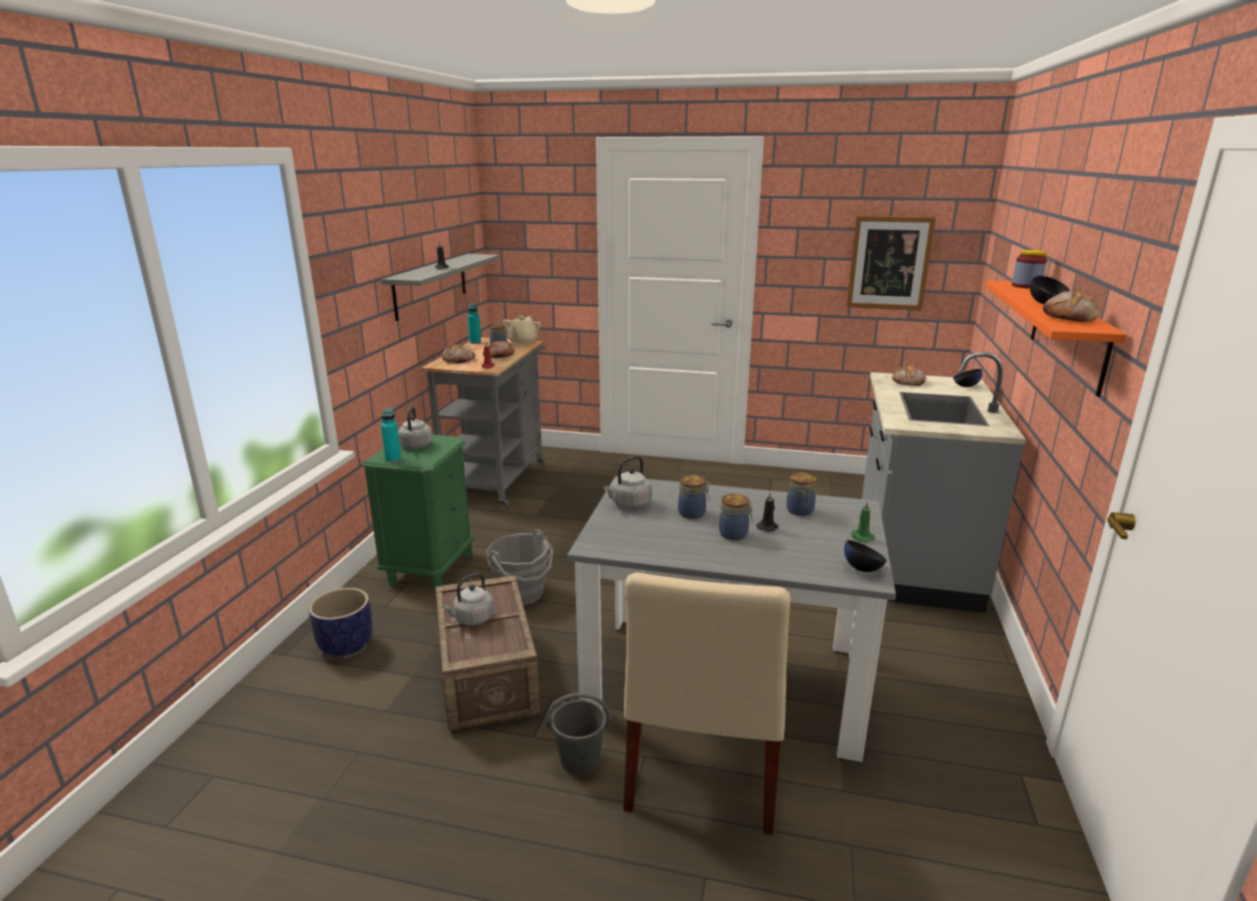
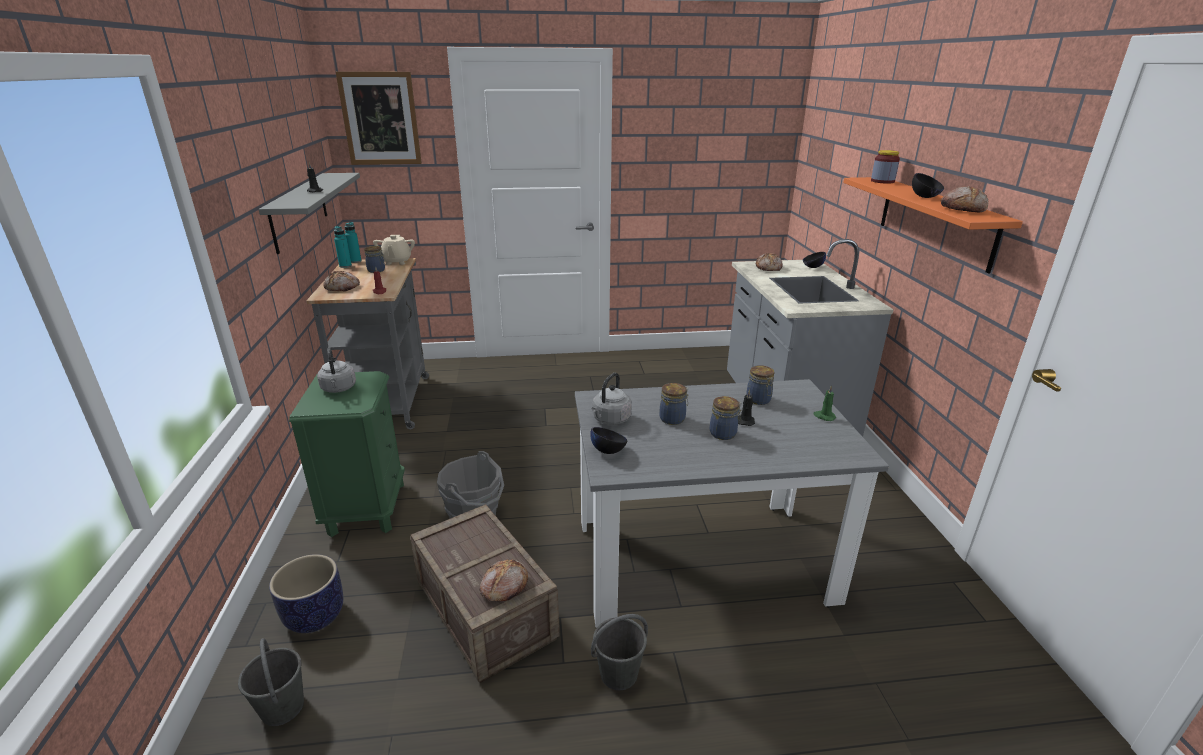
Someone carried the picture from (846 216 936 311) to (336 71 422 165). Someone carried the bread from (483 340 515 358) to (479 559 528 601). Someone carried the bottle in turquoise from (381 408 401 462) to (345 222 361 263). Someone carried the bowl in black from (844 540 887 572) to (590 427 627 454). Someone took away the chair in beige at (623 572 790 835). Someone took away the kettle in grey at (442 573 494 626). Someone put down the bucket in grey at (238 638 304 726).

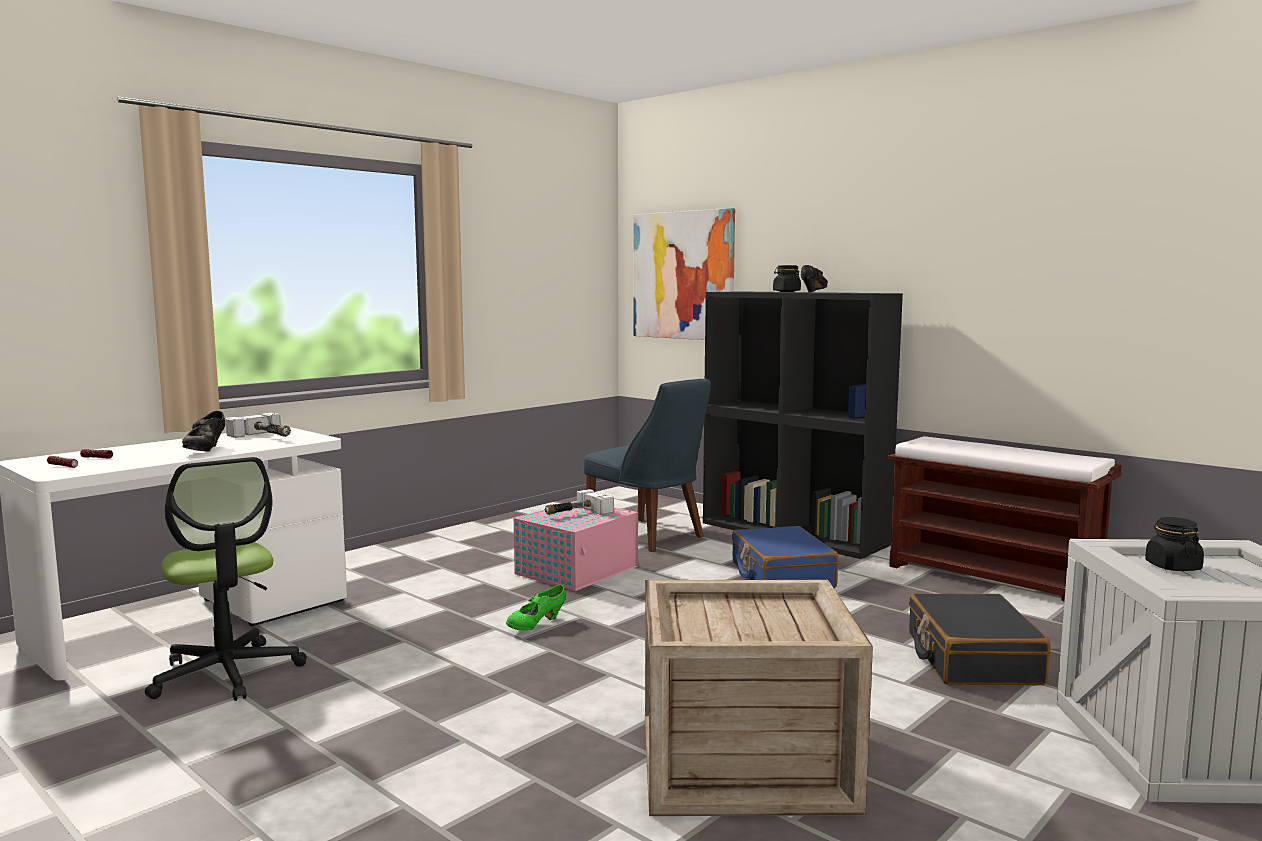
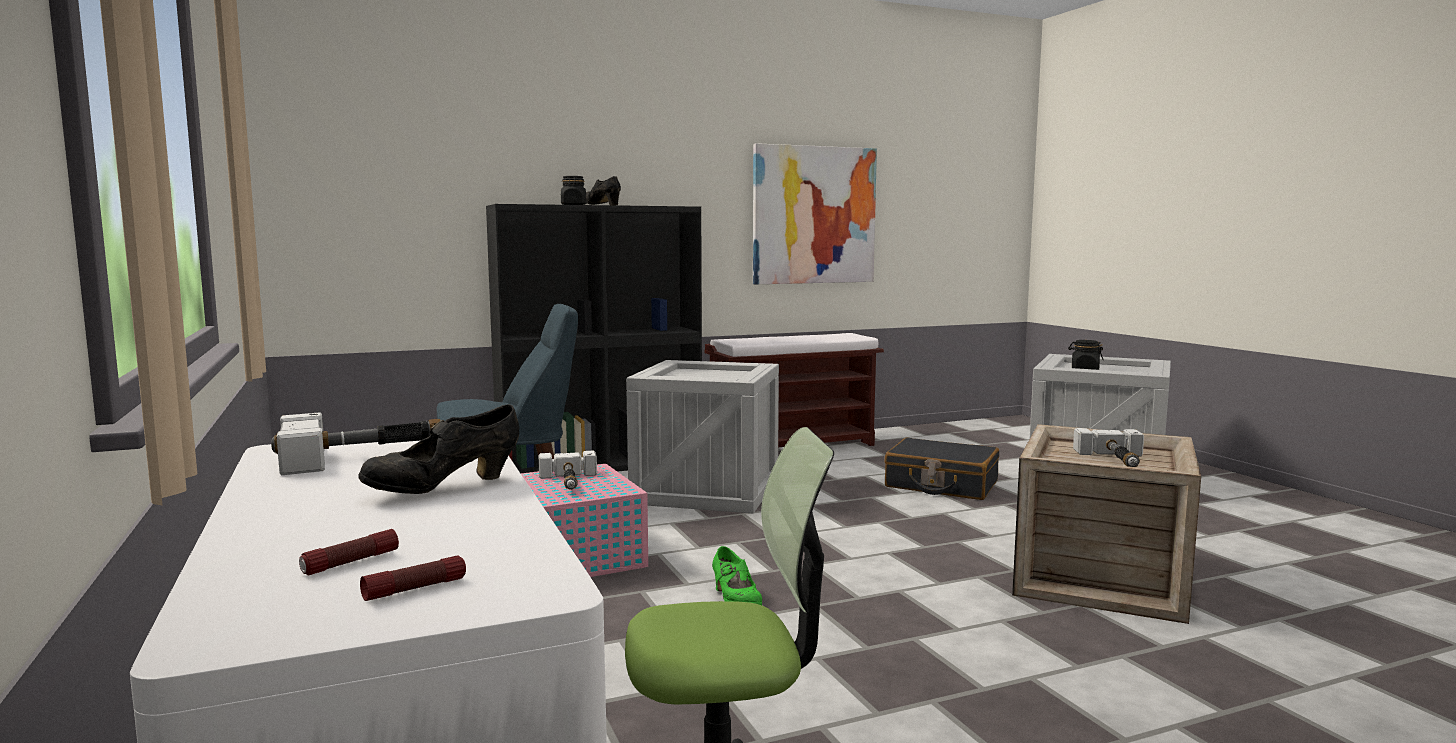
Someone carried the picture from (634 208 735 340) to (753 143 877 284). Someone rotated the shoe in black at (182 411 225 451) by 120 degrees clockwise. Someone swapped the suitcase in blue at (732 526 839 588) for the crate at (626 360 779 513). Someone put down the hammer at (1073 428 1144 467).

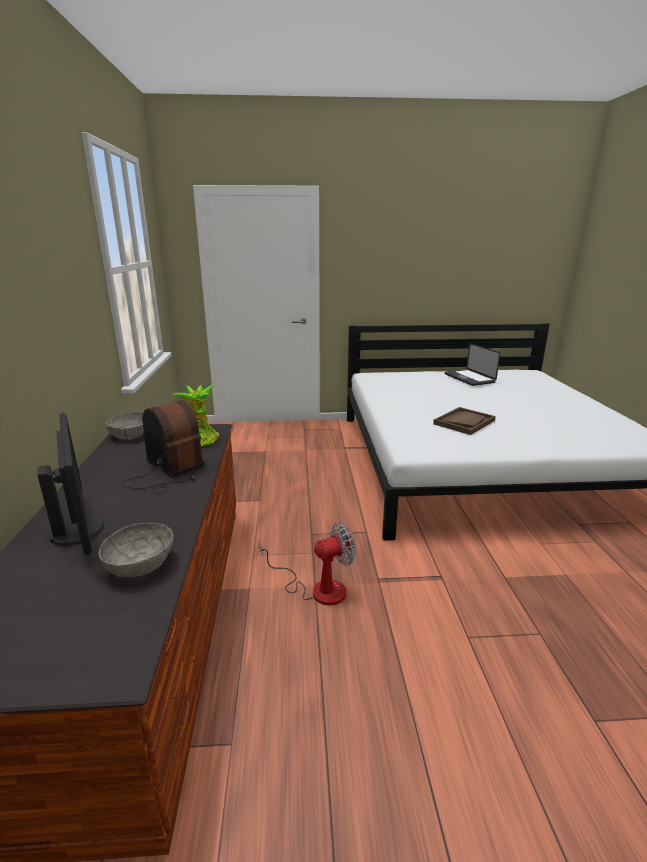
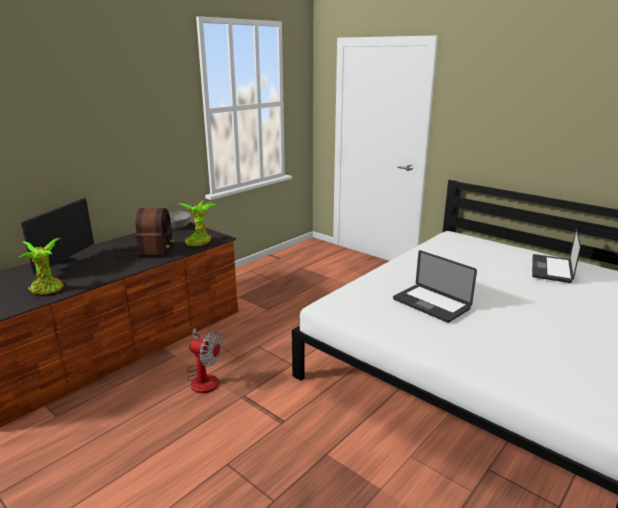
Someone swapped the tray in brown at (433 407 496 435) for the laptop at (393 250 477 323). Someone swapped the bowl in grey at (99 523 174 577) for the potted plant at (19 238 63 295).

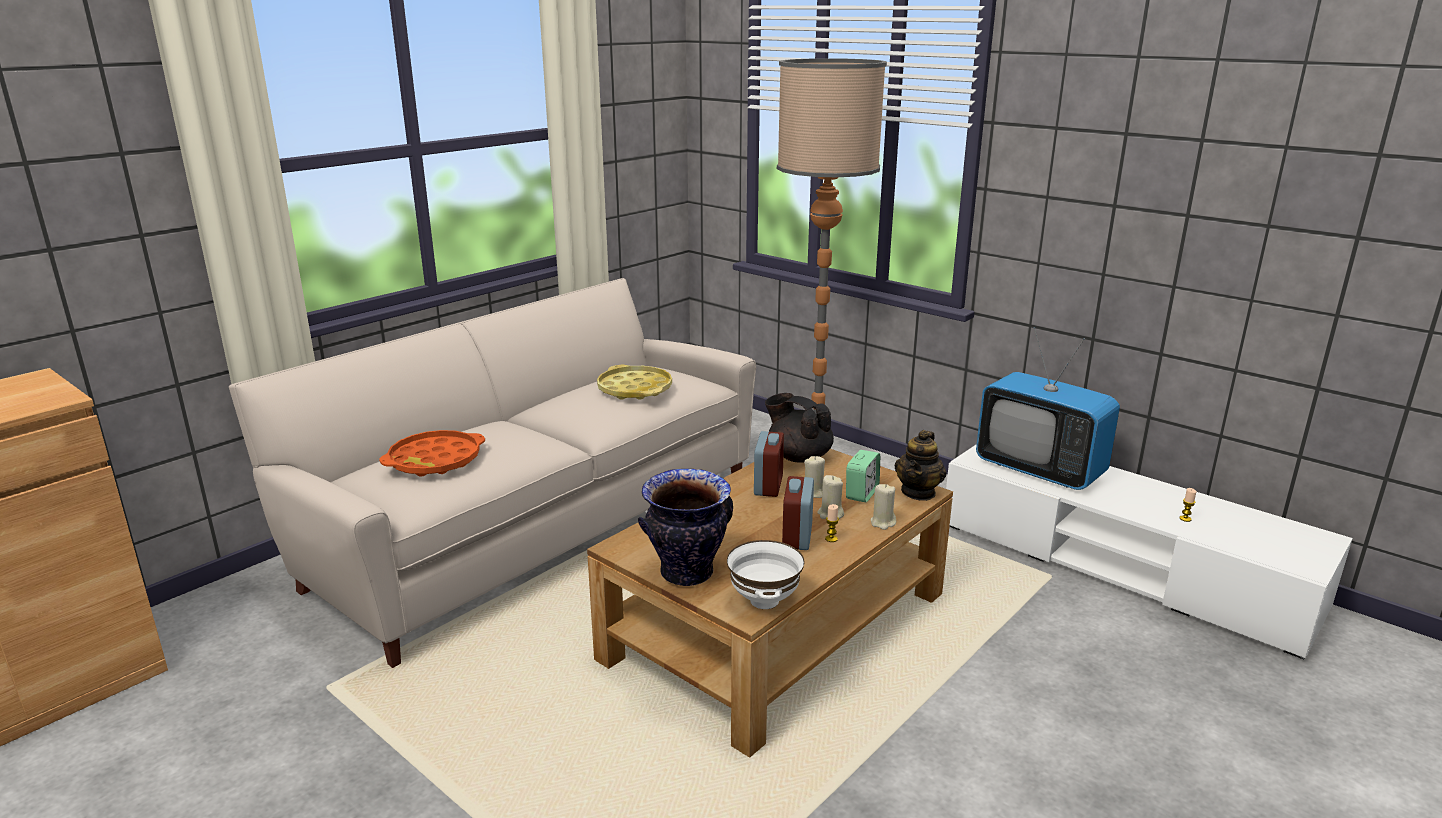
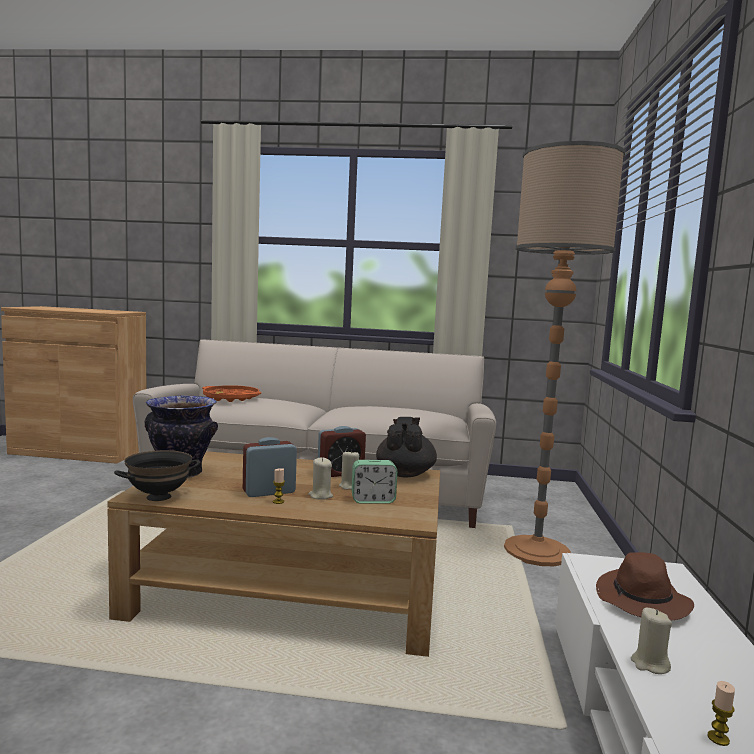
Someone swapped the television at (976 327 1120 490) for the hat in brown at (596 552 694 621). Someone took away the tray in yellow at (597 365 672 400). Someone took away the teapot at (895 430 946 501). Someone carried the candle in beige from (870 484 896 530) to (631 607 672 674). Someone repainted the bowl in white at (727 540 805 609), which became the bowl in black at (114 450 200 501).

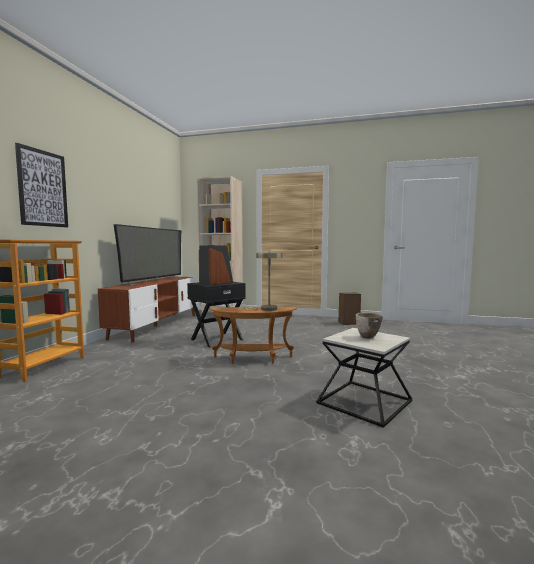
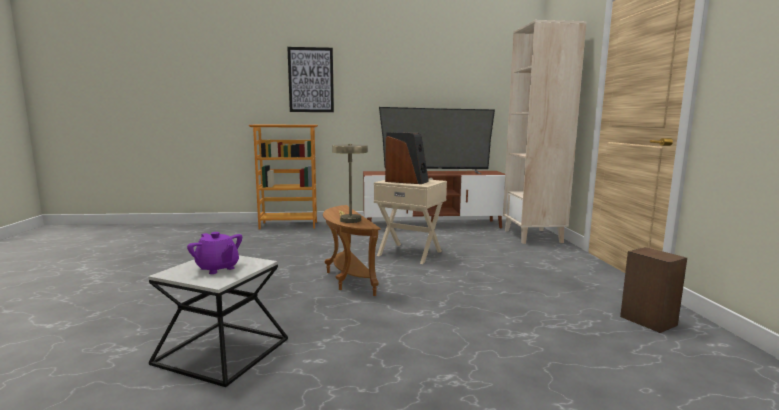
Someone repainted the side table in black at (187 282 246 348), which became the side table in beige at (374 180 447 264). Someone swapped the bowl at (356 313 383 338) for the teapot in purple at (187 232 242 274).

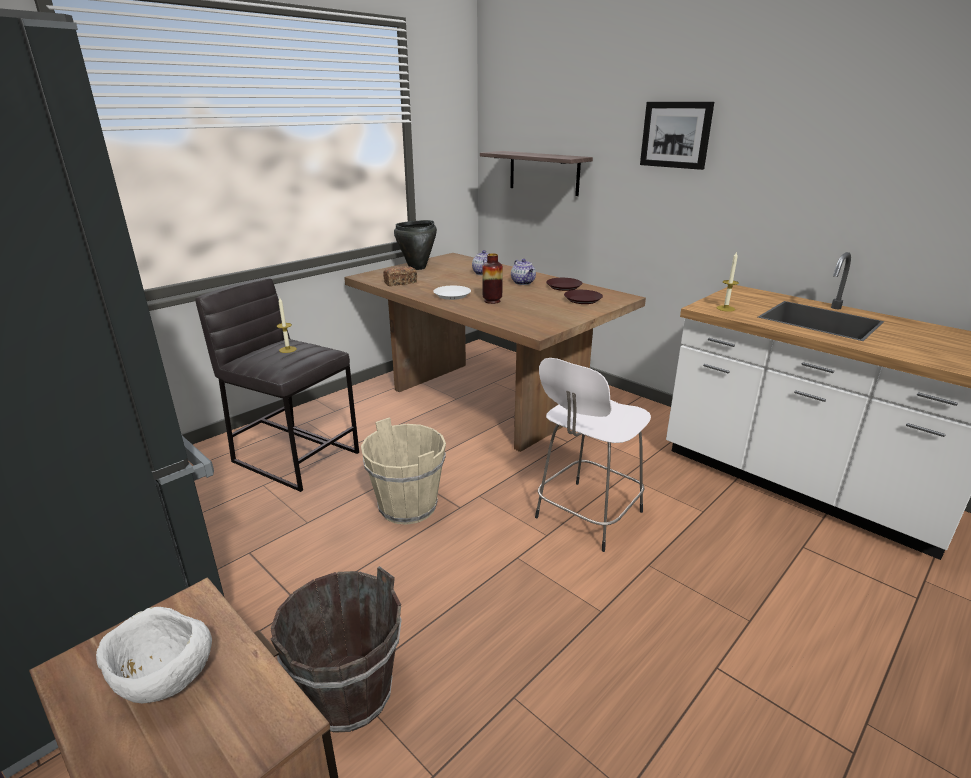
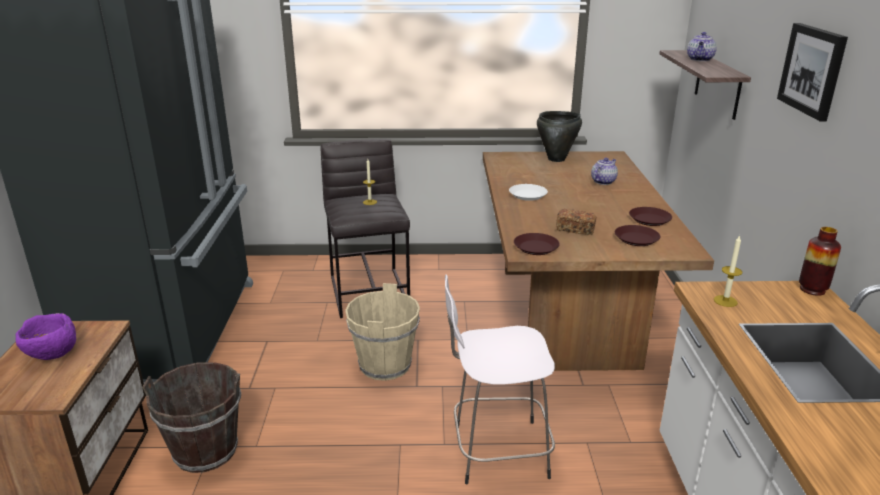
Someone carried the vase from (482 253 503 304) to (799 227 841 296). Someone carried the teapot from (511 259 536 285) to (687 32 717 61). Someone carried the bread from (383 266 417 286) to (557 209 597 235). Someone repainted the bowl in white at (96 607 212 703), which became the bowl in purple at (15 313 76 360). Someone put down the plate in brown at (514 233 560 255).

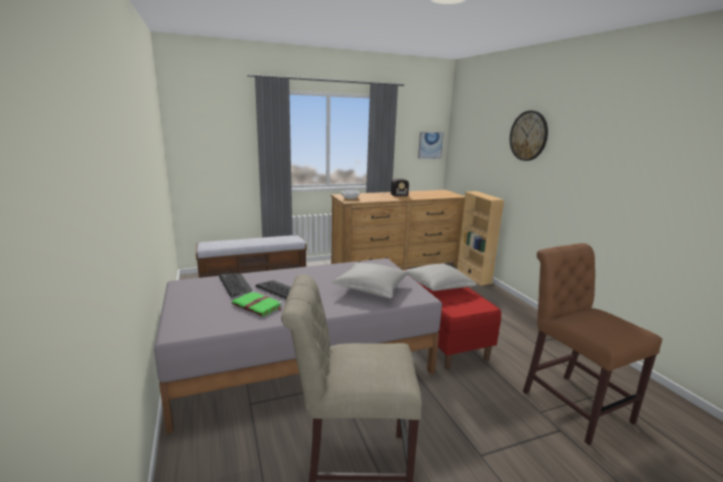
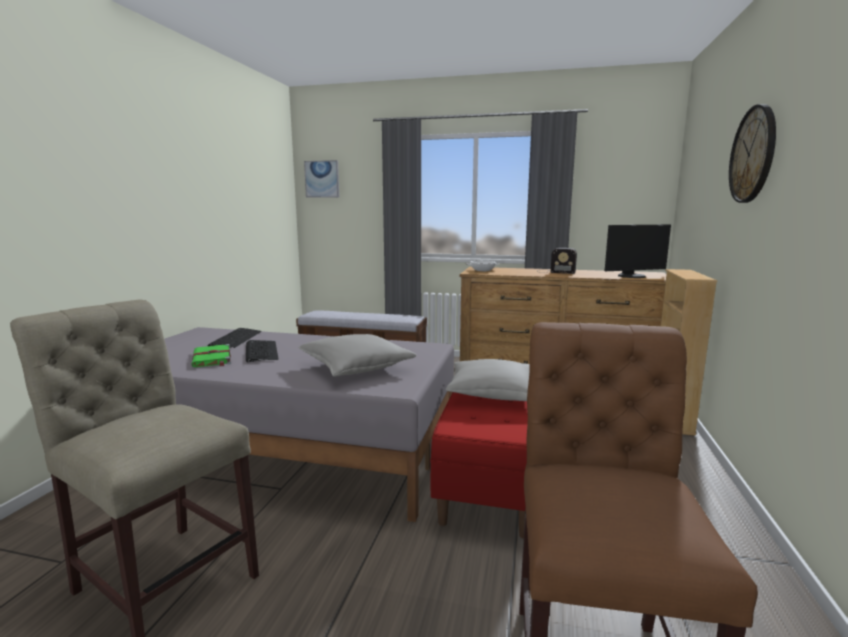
Someone carried the picture from (418 132 444 159) to (304 160 339 198). Someone put down the monitor at (605 225 671 278).

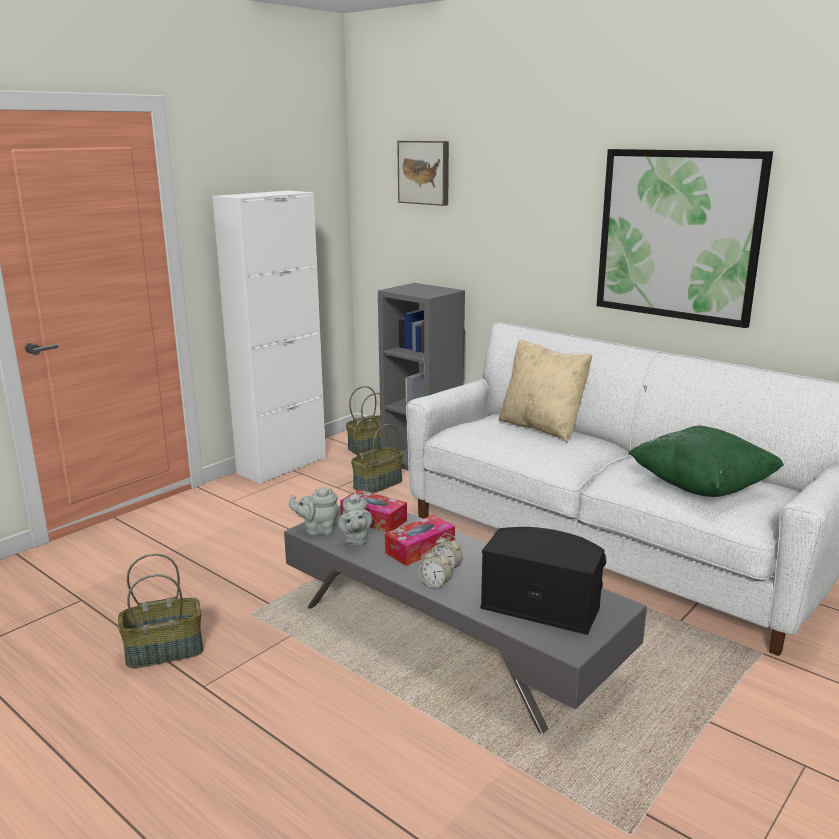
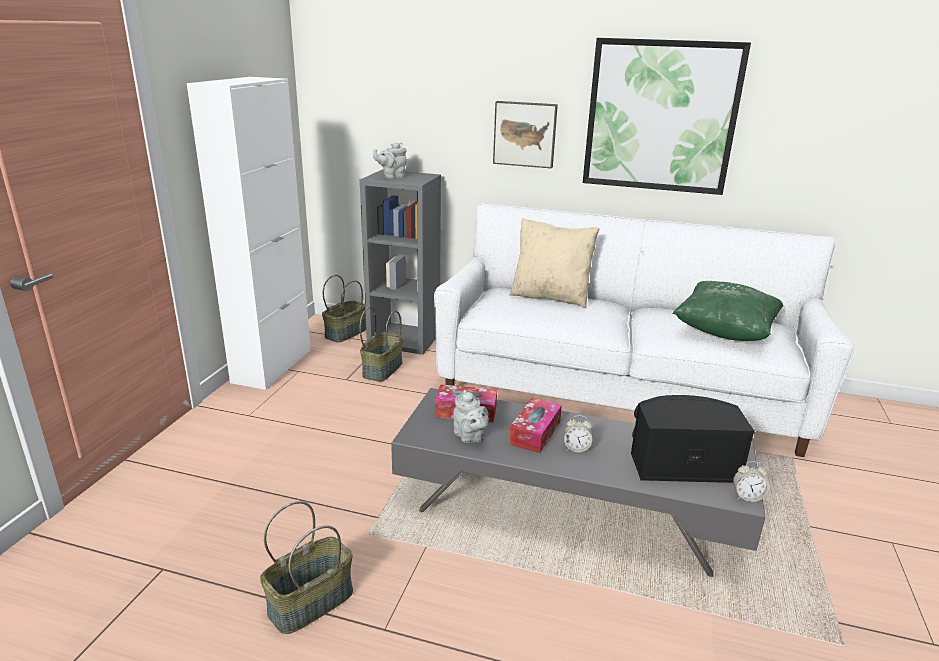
Someone carried the picture from (397 141 449 206) to (493 101 558 168). Someone carried the teapot in grey from (289 488 340 535) to (373 142 407 179). Someone carried the alarm clock from (419 548 452 590) to (733 461 769 502).

